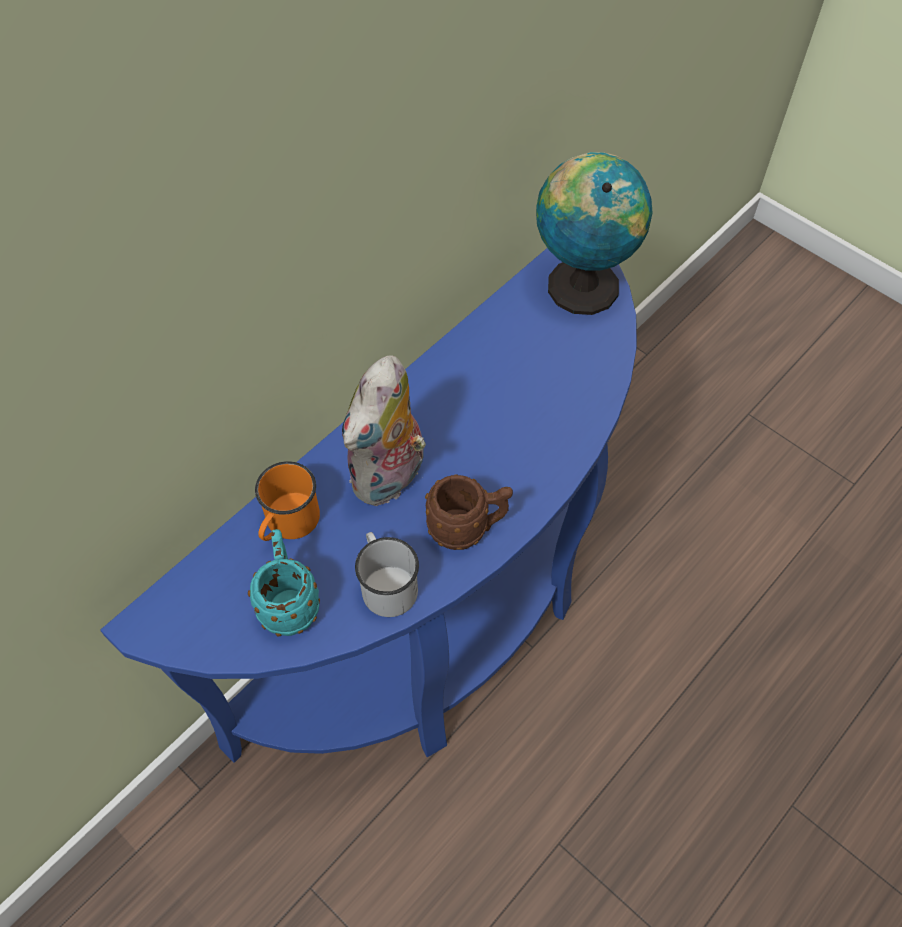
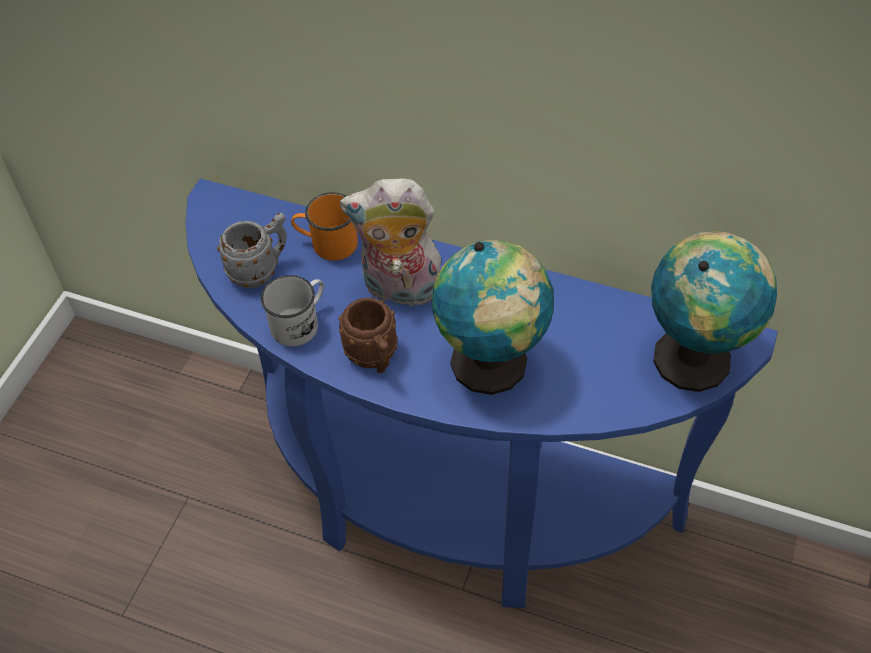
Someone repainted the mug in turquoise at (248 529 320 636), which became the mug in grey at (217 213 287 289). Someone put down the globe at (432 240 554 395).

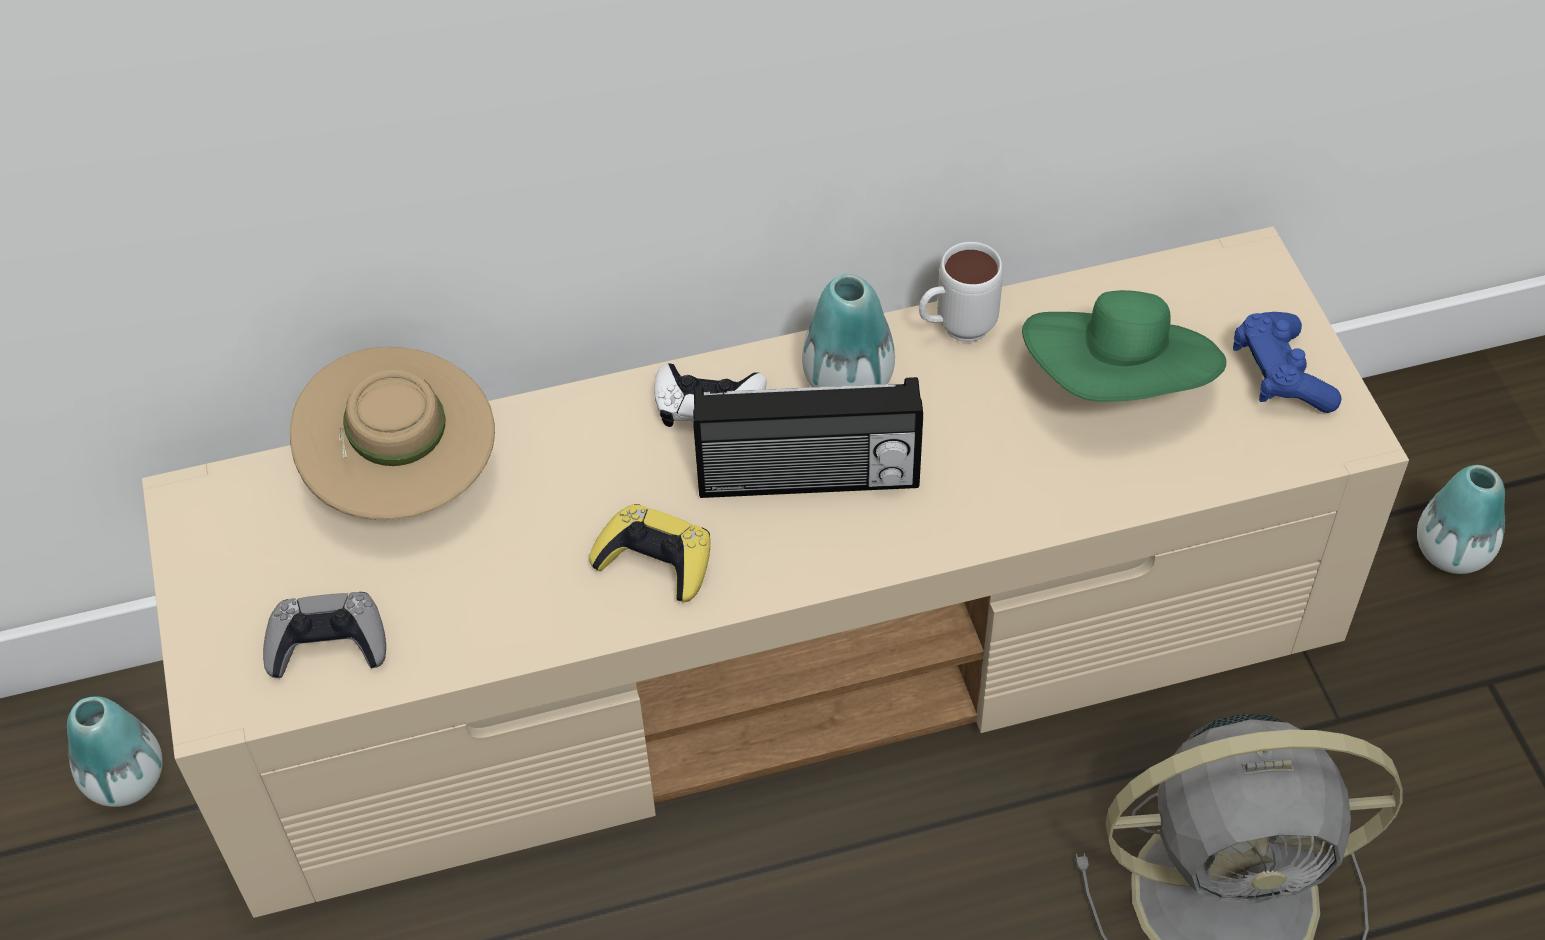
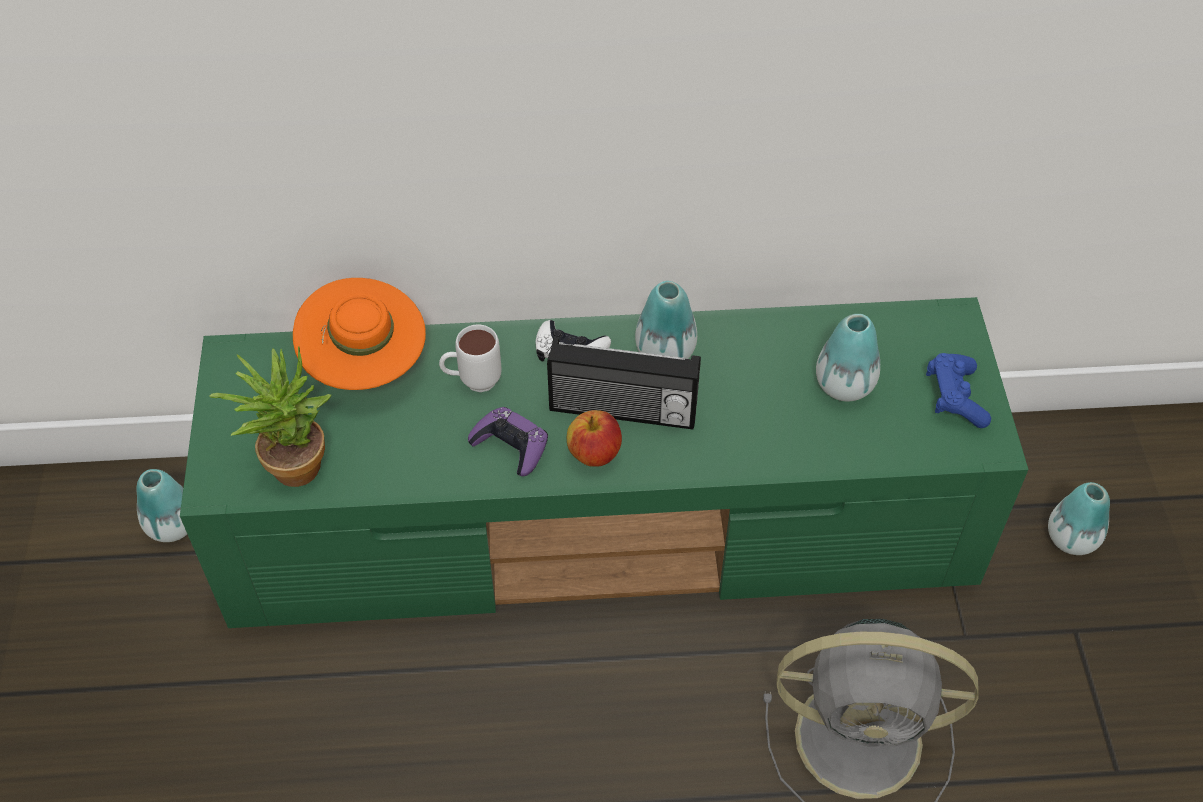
Someone repainted the tv stand in beige at (142 226 1409 918), which became the tv stand in green at (180 297 1029 628). Someone carried the mug in white from (919 242 1003 342) to (439 325 501 392). Someone swapped the hat in green at (1022 290 1226 402) for the vase at (816 314 880 402). Someone repainted the hat in beige at (290 347 495 520), which became the hat in orange at (293 278 426 390). Someone repainted the game controller in yellow at (589 504 710 602), which became the game controller in purple at (468 407 548 476). Someone swapped the game controller in grey at (263 592 386 678) for the potted plant at (209 347 331 487). Someone put down the apple at (567 410 622 467).

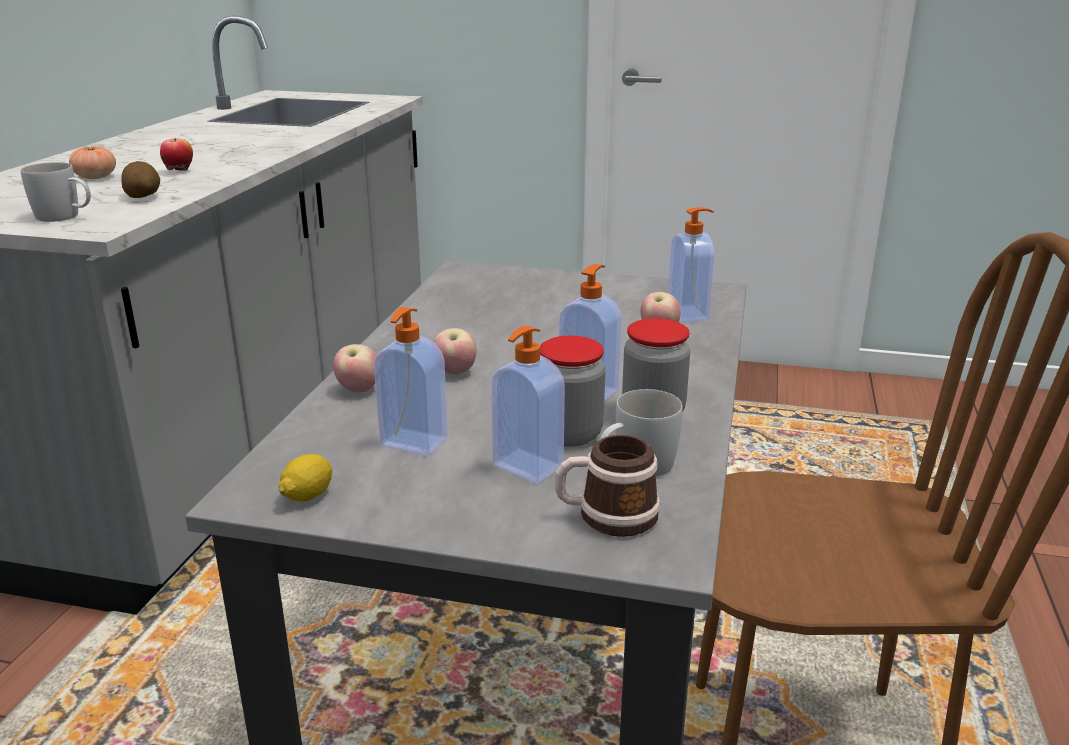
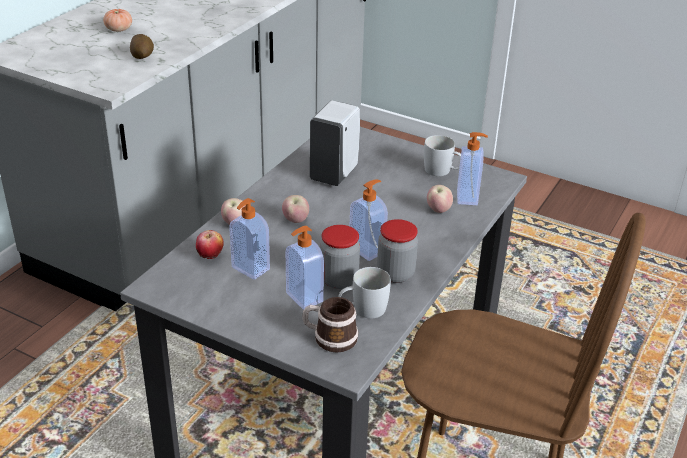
Someone carried the apple from (160 138 193 171) to (196 230 224 259). Someone carried the mug in white from (20 162 91 222) to (424 135 461 176). Someone took away the lemon at (278 454 332 502). Someone put down the soap dispenser in white at (310 101 360 186).

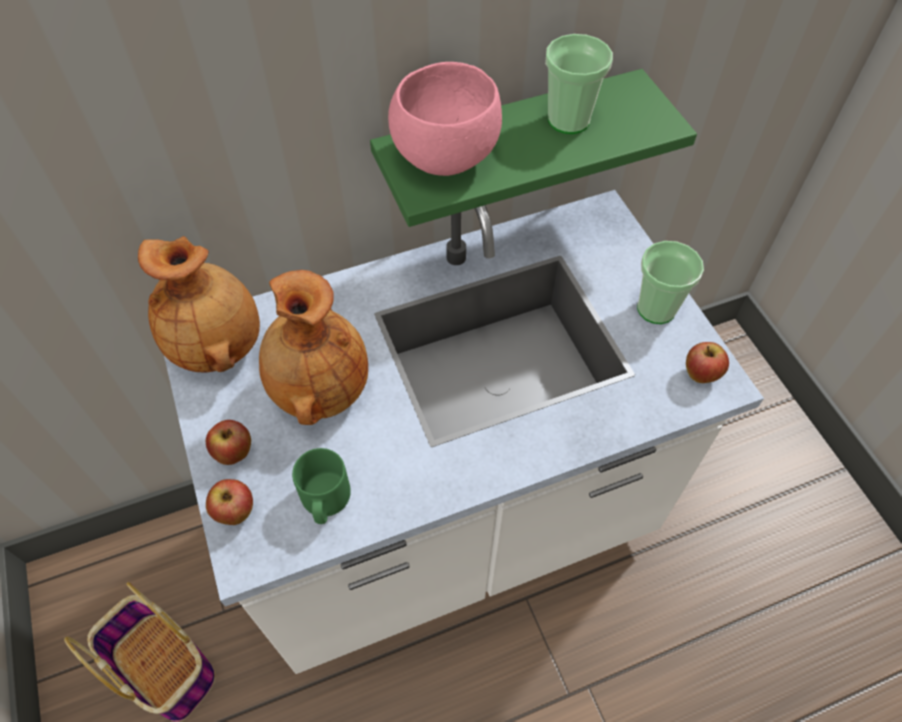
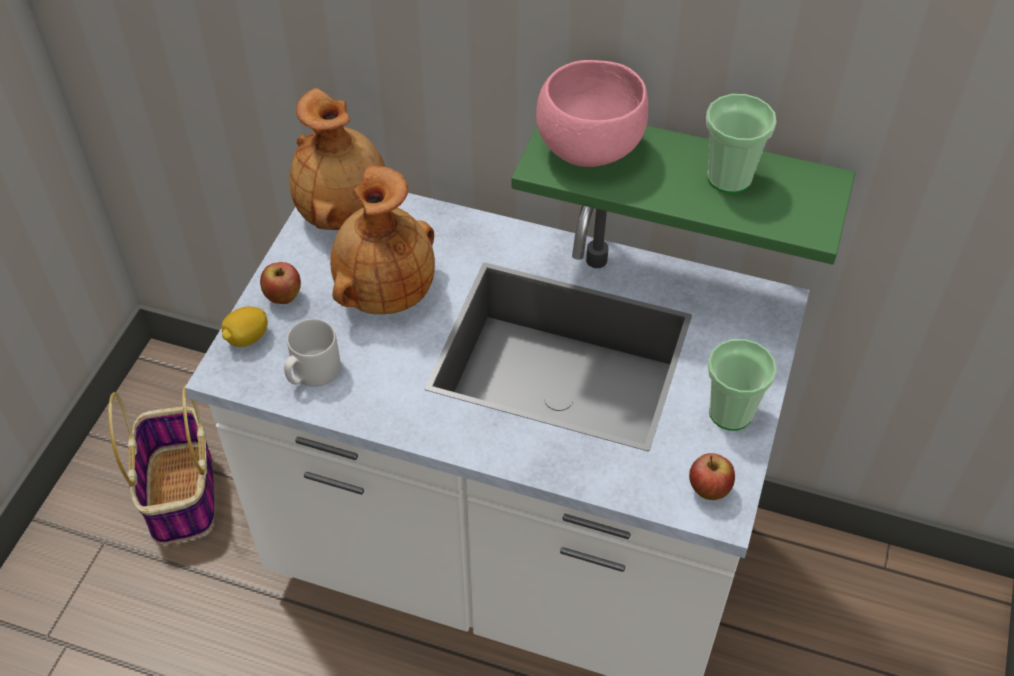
Someone repainted the mug in green at (292 448 351 524), which became the mug in grey at (284 319 341 387). Someone swapped the apple at (206 479 253 525) for the lemon at (221 307 268 347).

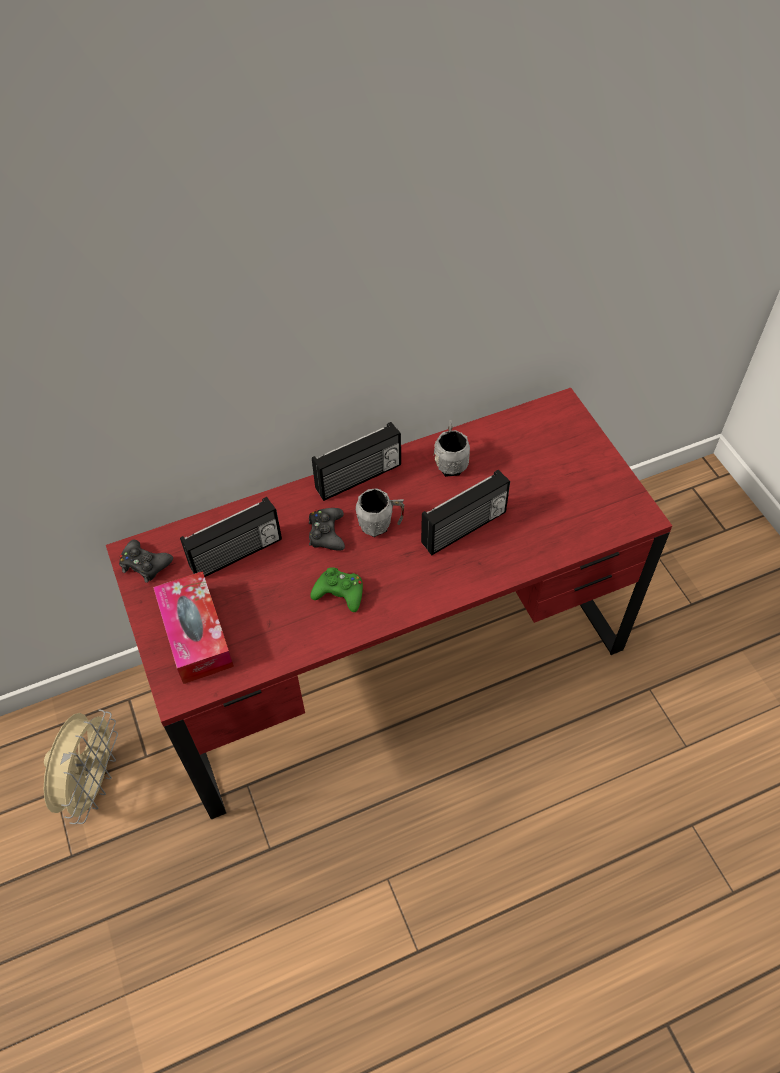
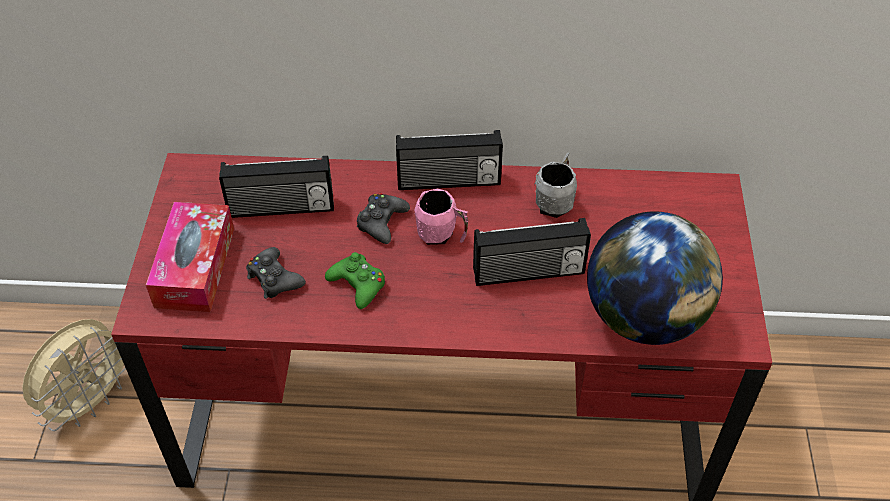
Someone repainted the mug in grey at (356 488 405 537), which became the mug in pink at (414 189 468 245). Someone carried the game controller in black from (119 540 173 583) to (246 247 306 299). Someone put down the globe at (587 211 723 345).

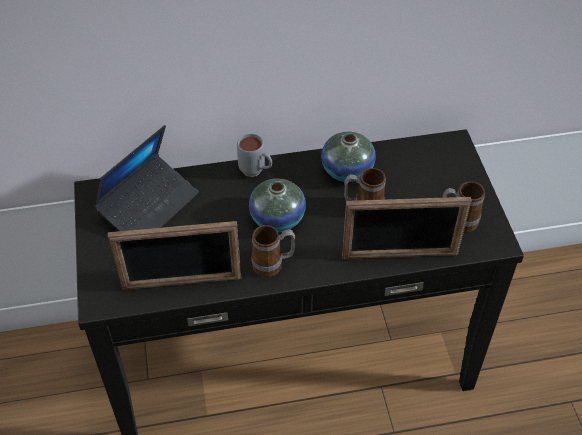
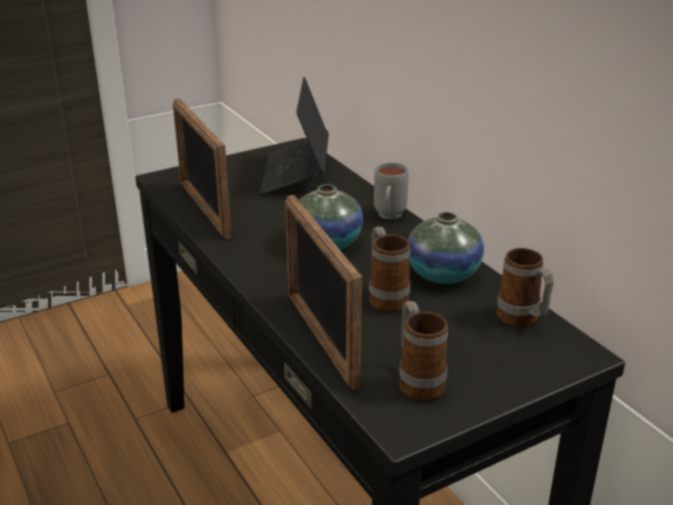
Someone rotated the laptop at (93 125 199 231) by 75 degrees clockwise. Someone carried the mug from (252 225 295 277) to (496 248 554 327).

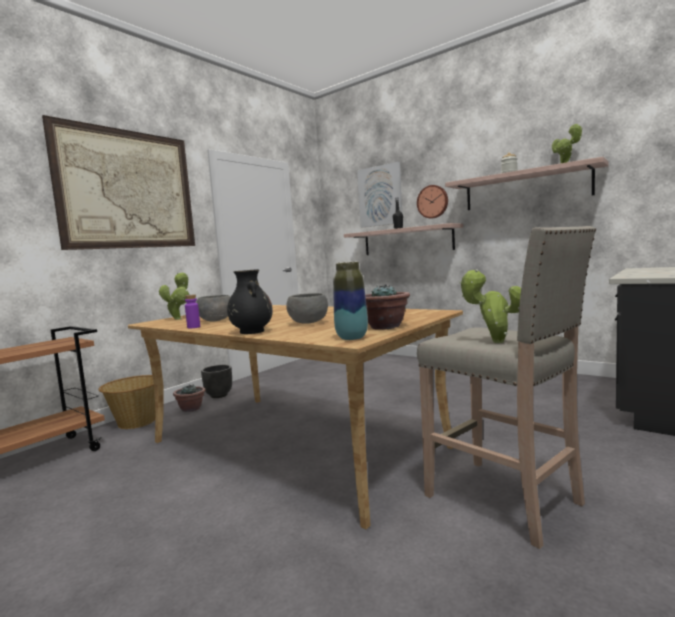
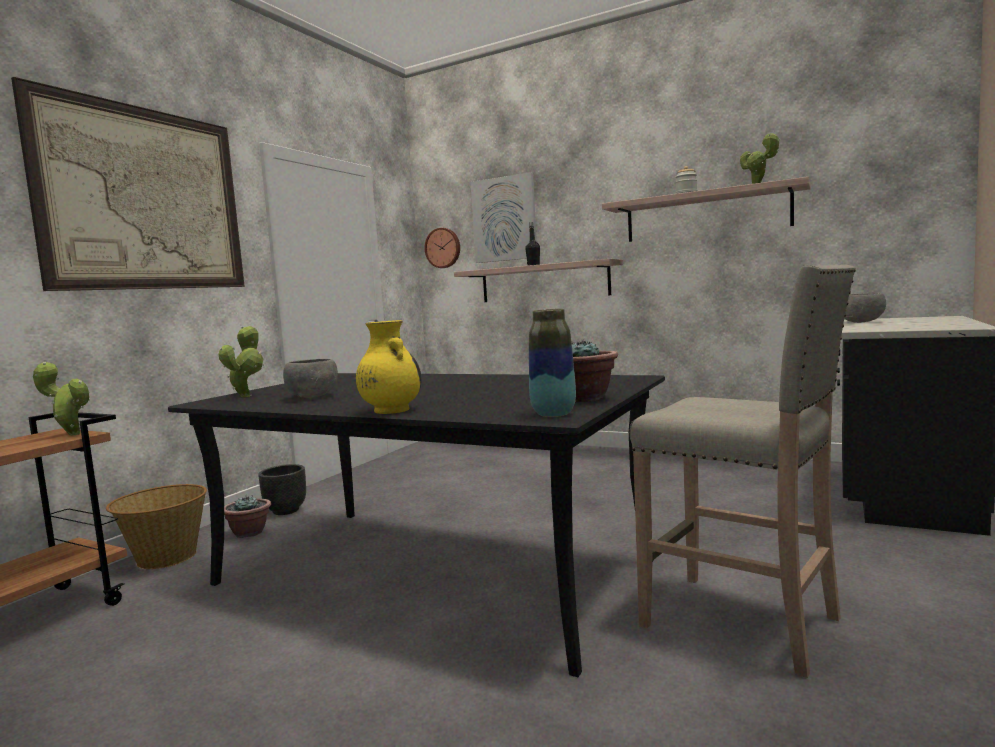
Someone carried the wall clock from (417 185 448 218) to (424 228 460 268). Someone repainted the vase in black at (227 269 273 334), which became the vase in yellow at (356 320 422 414). Someone carried the potted plant from (459 269 521 343) to (33 362 90 436). Someone carried the bowl in grey from (286 293 328 324) to (844 293 886 323). Someone took away the bottle in purple at (185 294 200 329). Someone repainted the dining table in beige at (128 305 463 530), which became the dining table in black at (168 373 665 677).

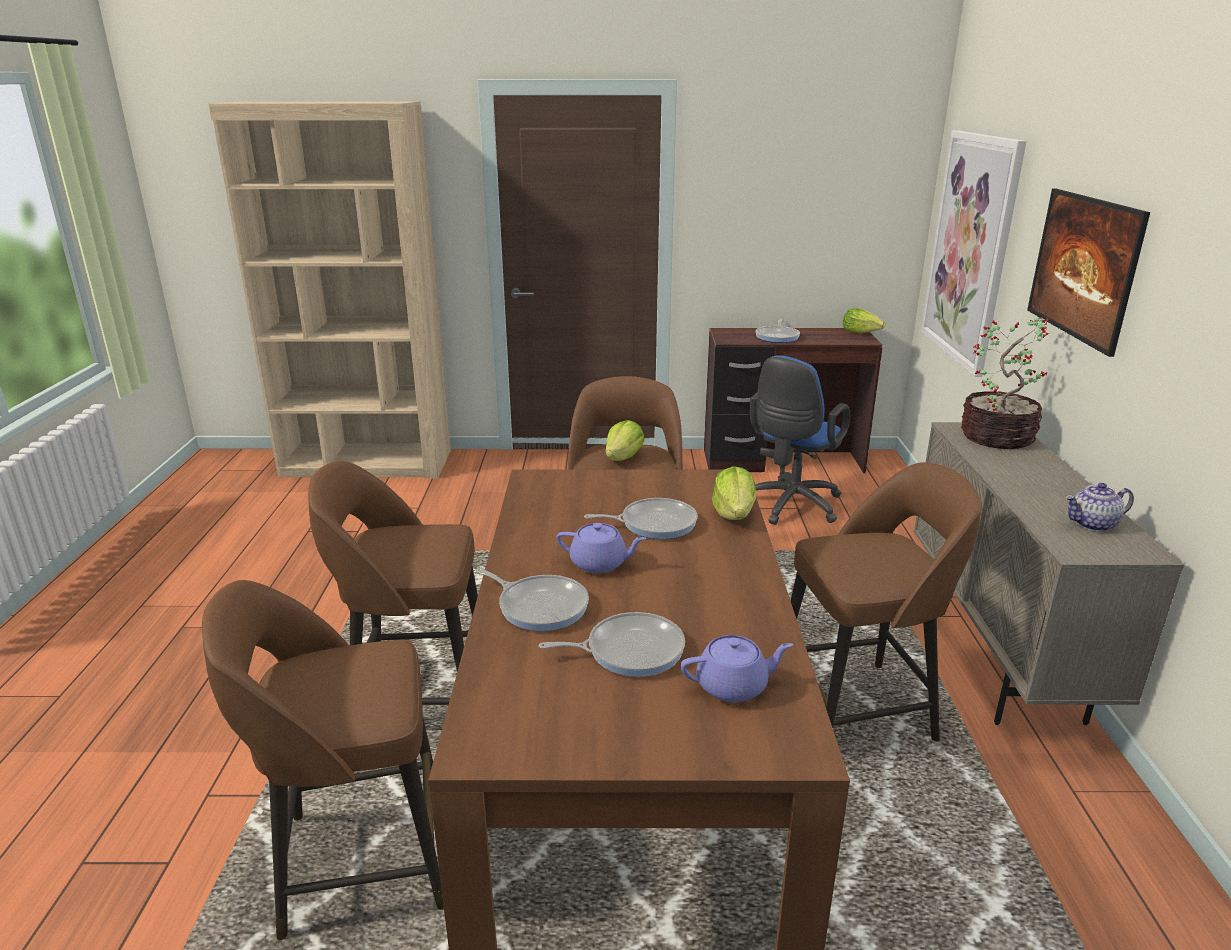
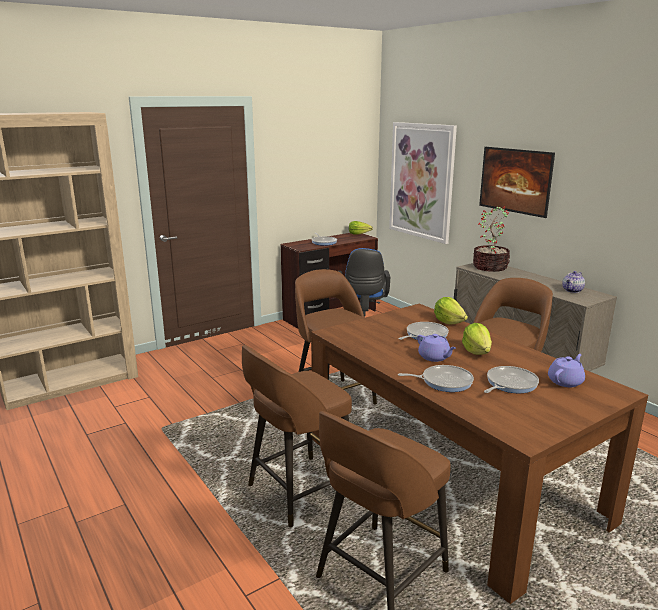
Someone carried the lettuce from (606 420 645 461) to (462 323 492 355). Someone rotated the teapot in purple at (557 523 646 573) by 75 degrees clockwise.

